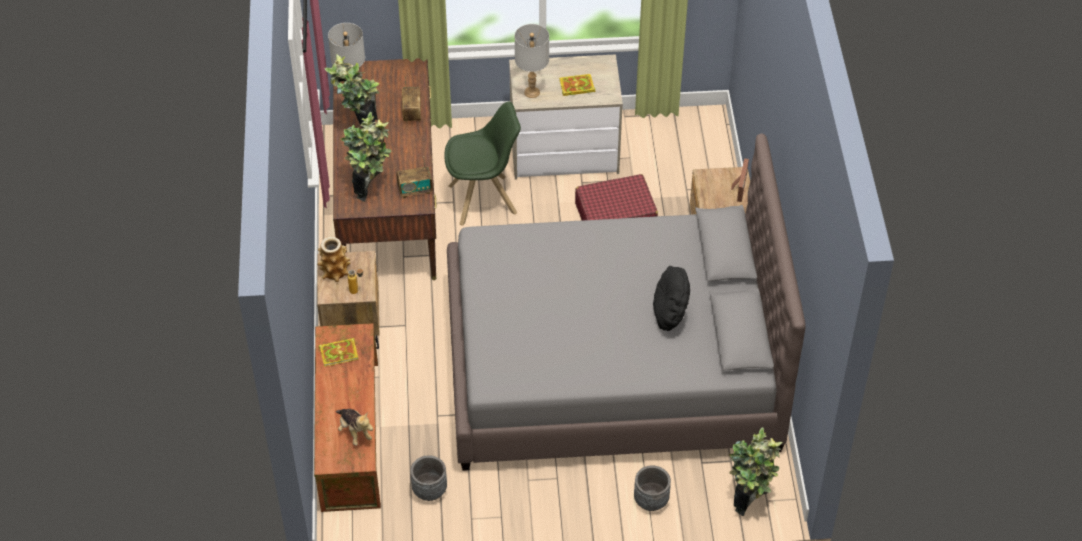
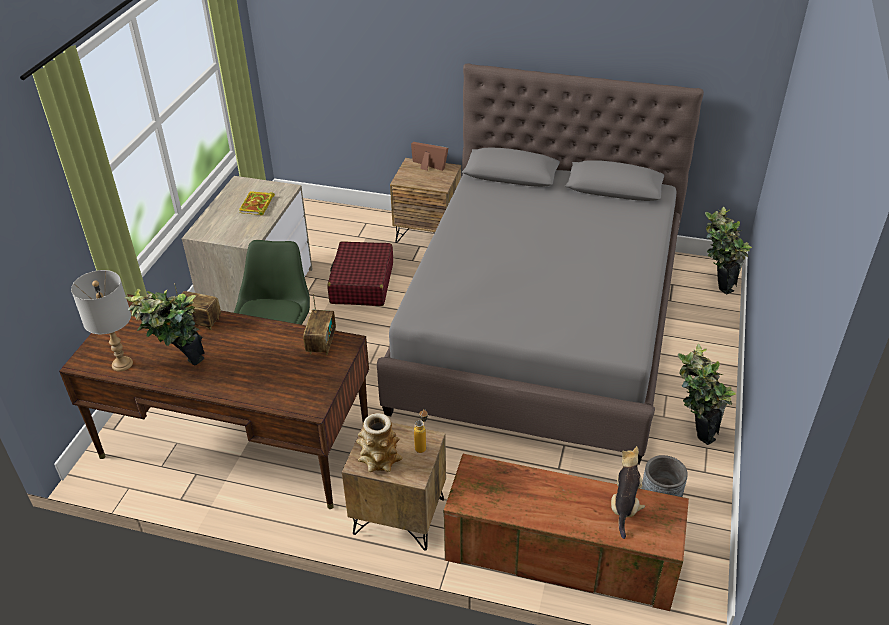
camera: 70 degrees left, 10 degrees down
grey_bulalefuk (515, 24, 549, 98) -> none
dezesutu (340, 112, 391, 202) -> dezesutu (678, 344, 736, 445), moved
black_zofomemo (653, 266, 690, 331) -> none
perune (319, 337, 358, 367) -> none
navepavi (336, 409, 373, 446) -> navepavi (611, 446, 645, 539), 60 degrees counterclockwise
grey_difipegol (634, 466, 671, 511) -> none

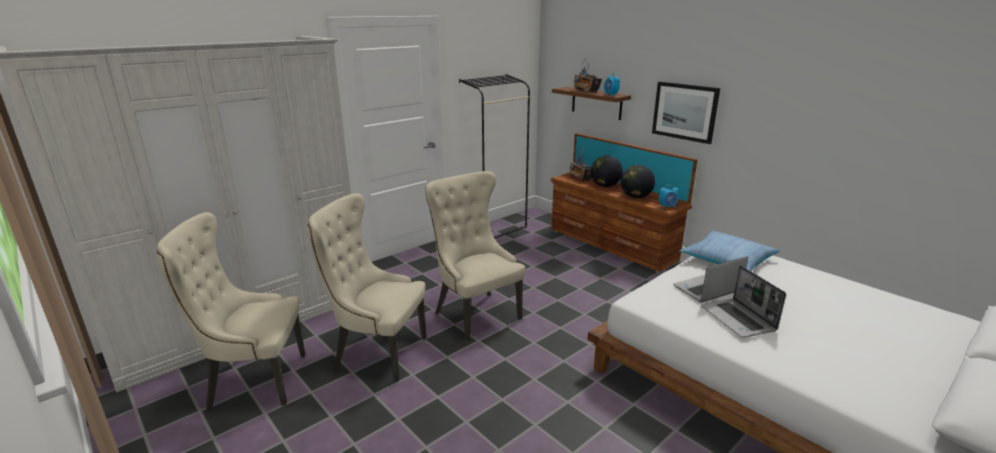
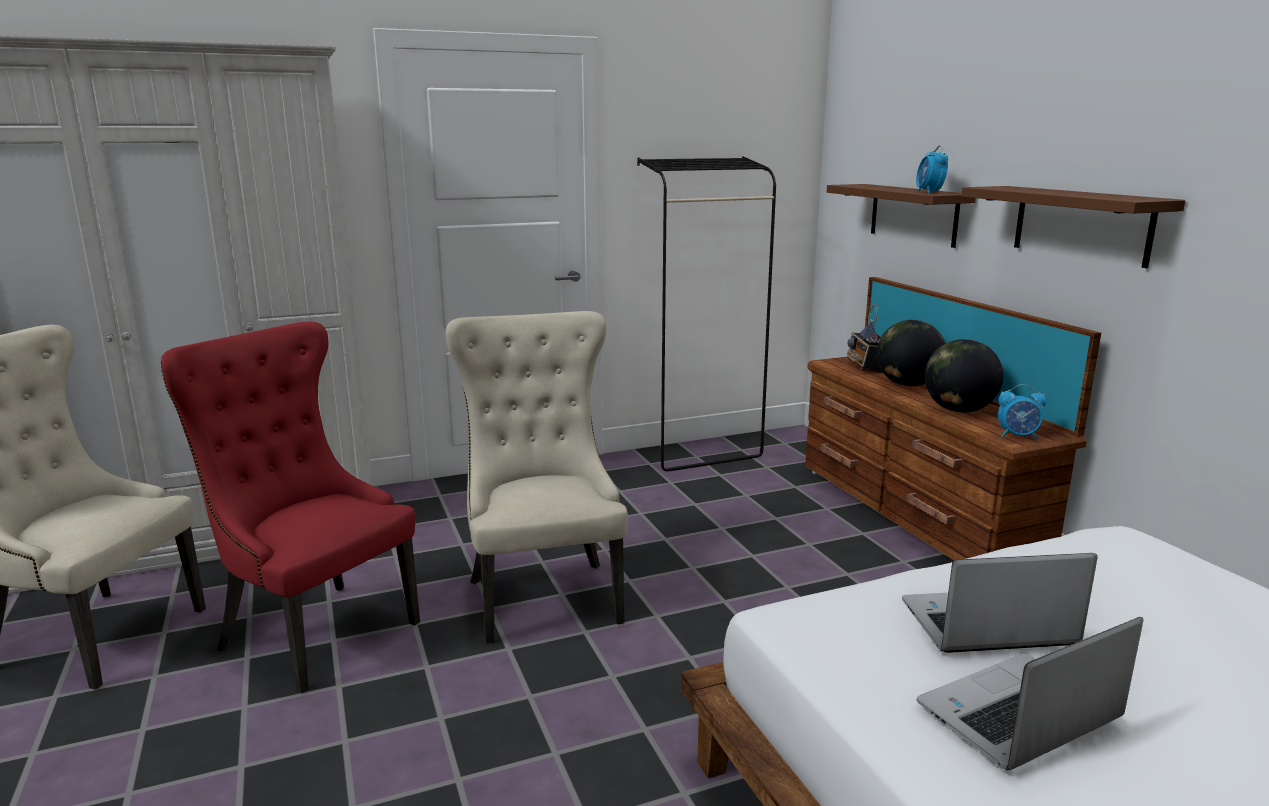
camera: 20 degrees right, 5 degrees down
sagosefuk (573, 58, 602, 92) -> none
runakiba (652, 82, 720, 144) -> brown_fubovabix (961, 186, 1185, 268)
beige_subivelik (307, 193, 426, 382) -> red_subivelik (161, 322, 420, 693)
zofomemo (679, 231, 780, 271) -> none
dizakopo (701, 266, 786, 338) -> dizakopo (917, 617, 1143, 770), 60 degrees clockwise

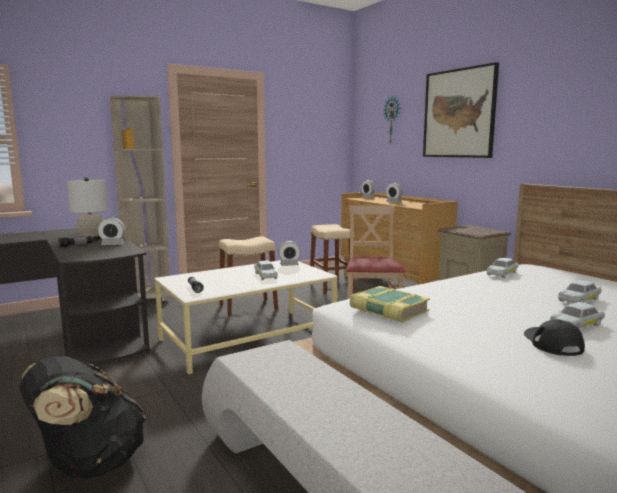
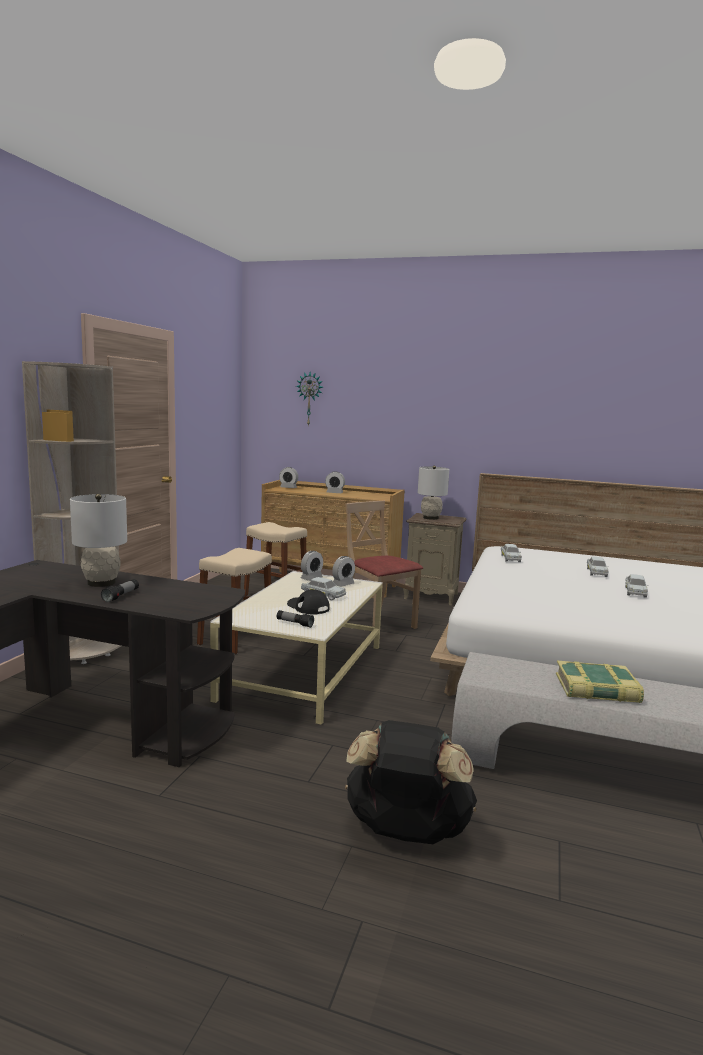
camera: 40 degrees left, 0 degrees up
runakiba (423, 62, 499, 158) -> none
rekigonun (98, 217, 125, 245) -> rekigonun (332, 556, 355, 587), moved
perune (350, 286, 430, 323) -> perune (556, 661, 644, 703), moved
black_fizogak (524, 320, 585, 356) -> black_fizogak (287, 589, 330, 614), moved
none -> white_bulalefuk (418, 466, 449, 520)

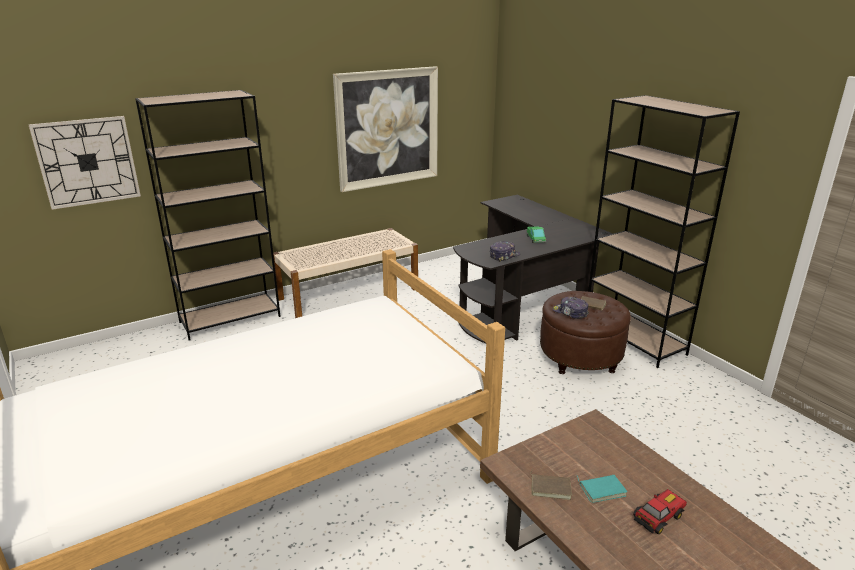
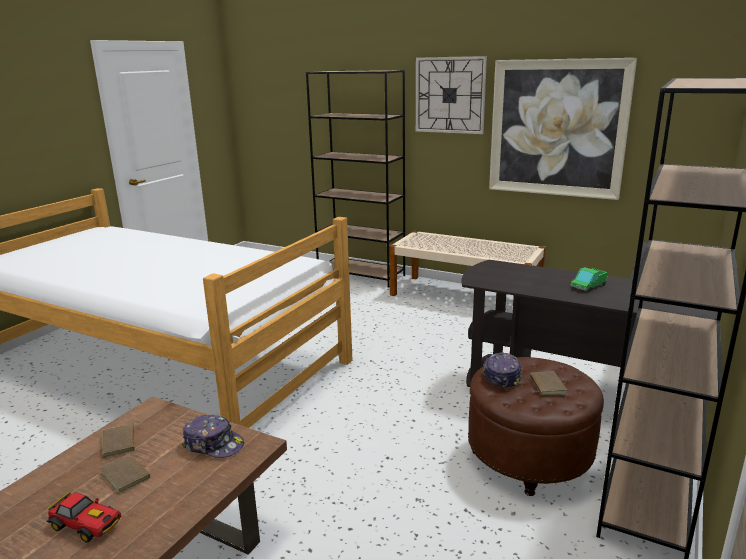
camera: 60 degrees right, 5 degrees down
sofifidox (29, 116, 141, 210) -> sofifidox (416, 56, 487, 134), moved
fizogak (490, 241, 520, 262) -> fizogak (182, 415, 244, 458), moved
turquoise_perune (576, 475, 627, 503) -> brown_perune (100, 450, 150, 493)

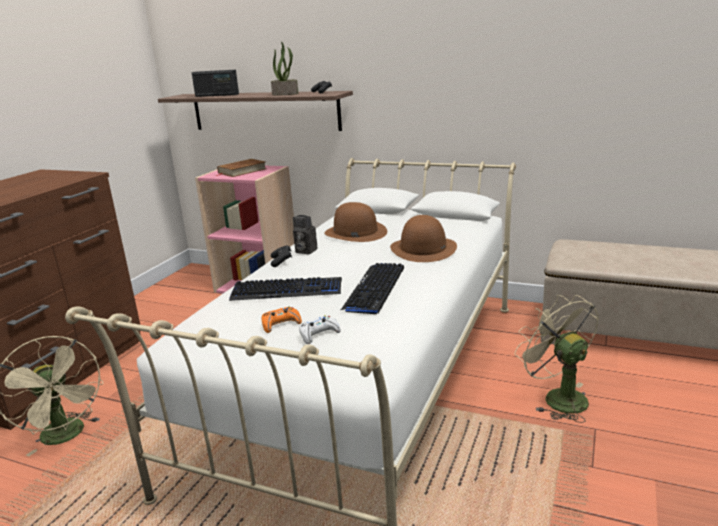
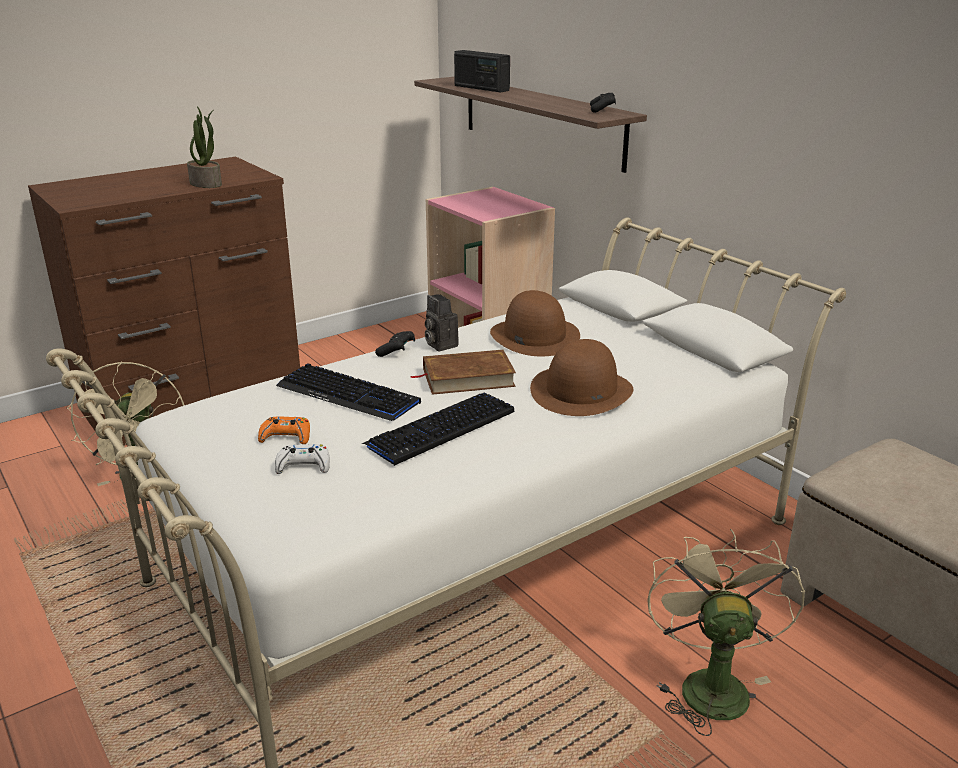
camera: 30 degrees right, 5 degrees up
dezesutu (271, 42, 298, 95) -> dezesutu (187, 106, 222, 188), moved
brown_perune (216, 159, 266, 177) -> brown_perune (411, 350, 516, 395), moved

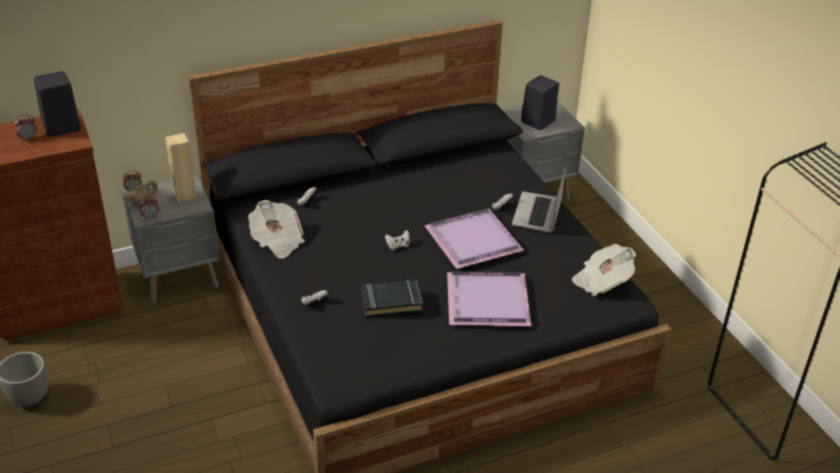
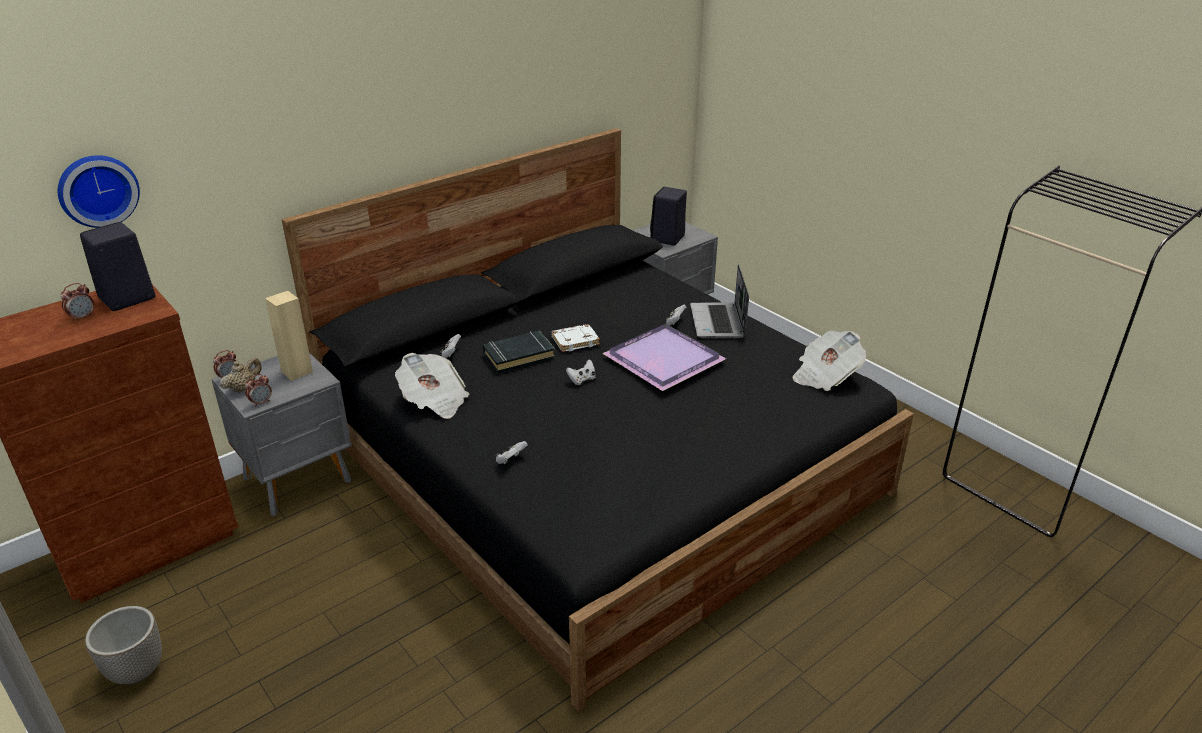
camera: 15 degrees left, 5 degrees down
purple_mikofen (447, 271, 531, 326) -> none
black_perune (360, 280, 423, 318) -> black_perune (483, 331, 555, 373), moved
none -> sofifidox (58, 155, 140, 228)
none -> white_perune (551, 324, 600, 352)

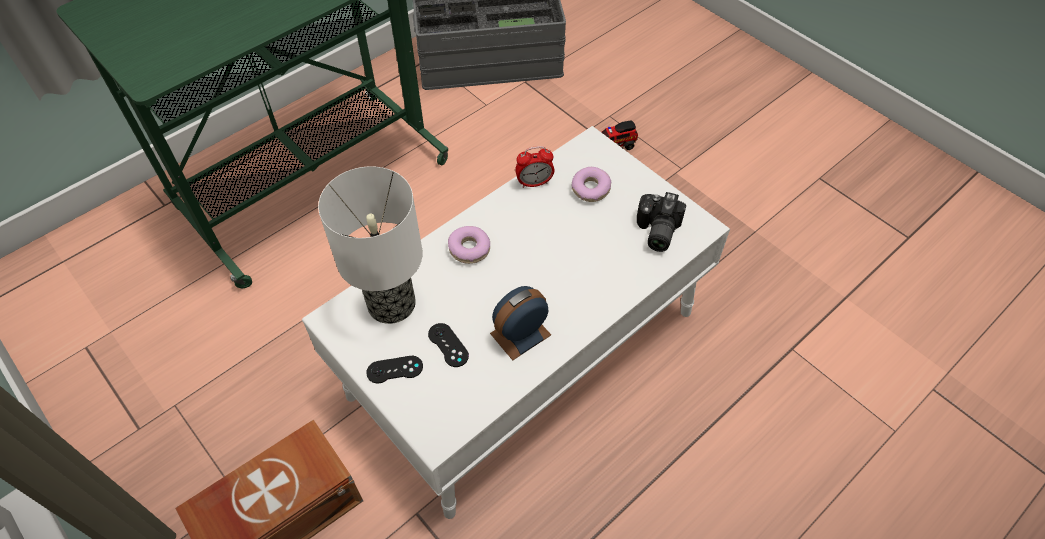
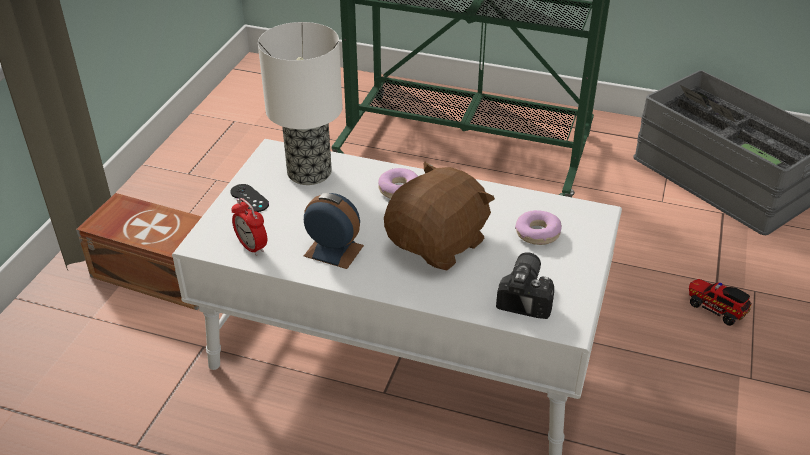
camera: 60 degrees right, 15 degrees down
rekigonun (515, 146, 554, 188) -> rekigonun (231, 198, 267, 256), moved
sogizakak (637, 192, 686, 252) -> sogizakak (496, 252, 554, 319), 120 degrees clockwise
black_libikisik (428, 323, 469, 367) -> none
none -> brown_navepavi (384, 162, 495, 270)

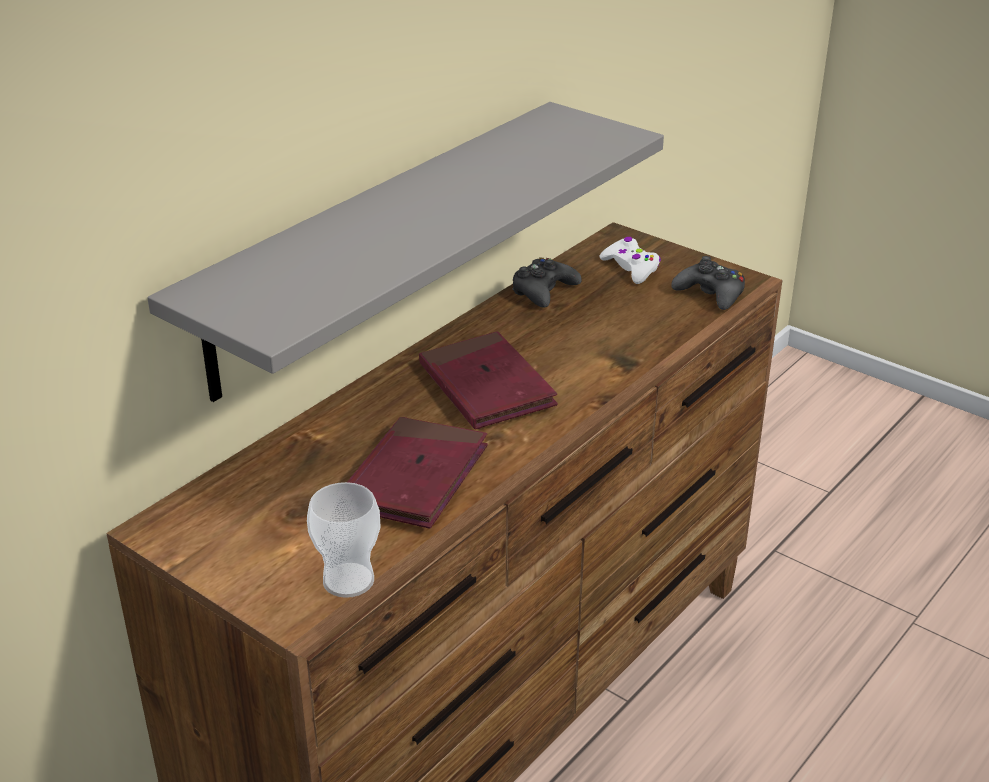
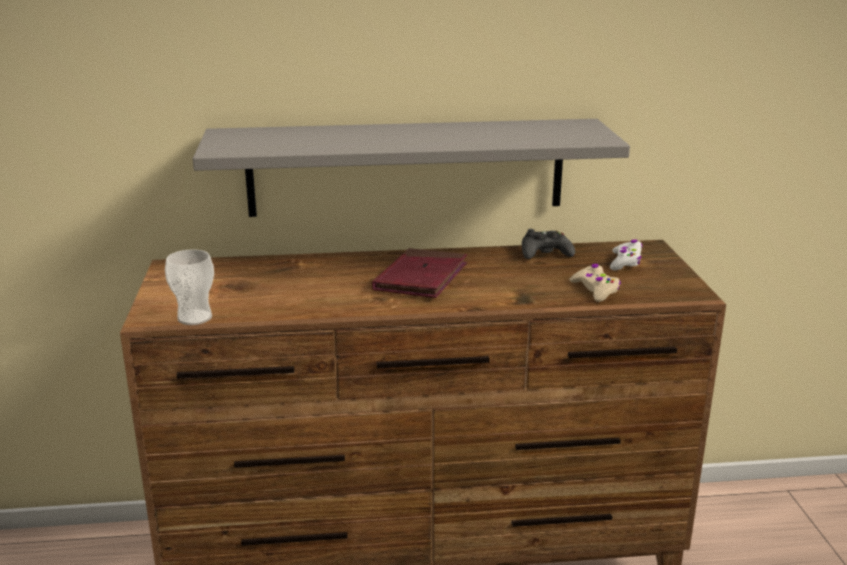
camera: 45 degrees right, 10 degrees down
black_libikisik (671, 256, 745, 310) -> none
red_perune (347, 417, 488, 529) -> none
none -> beige_libikisik (570, 264, 621, 302)

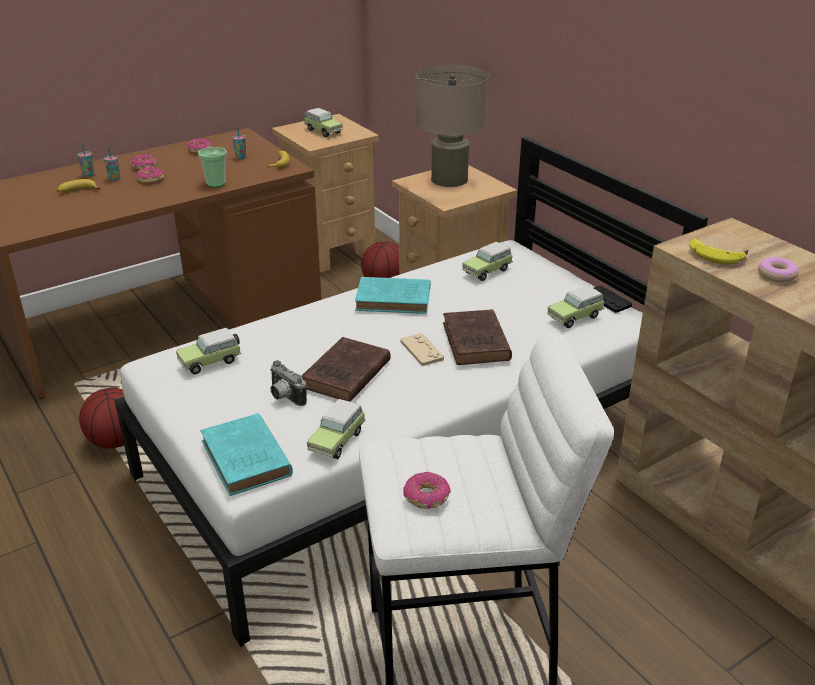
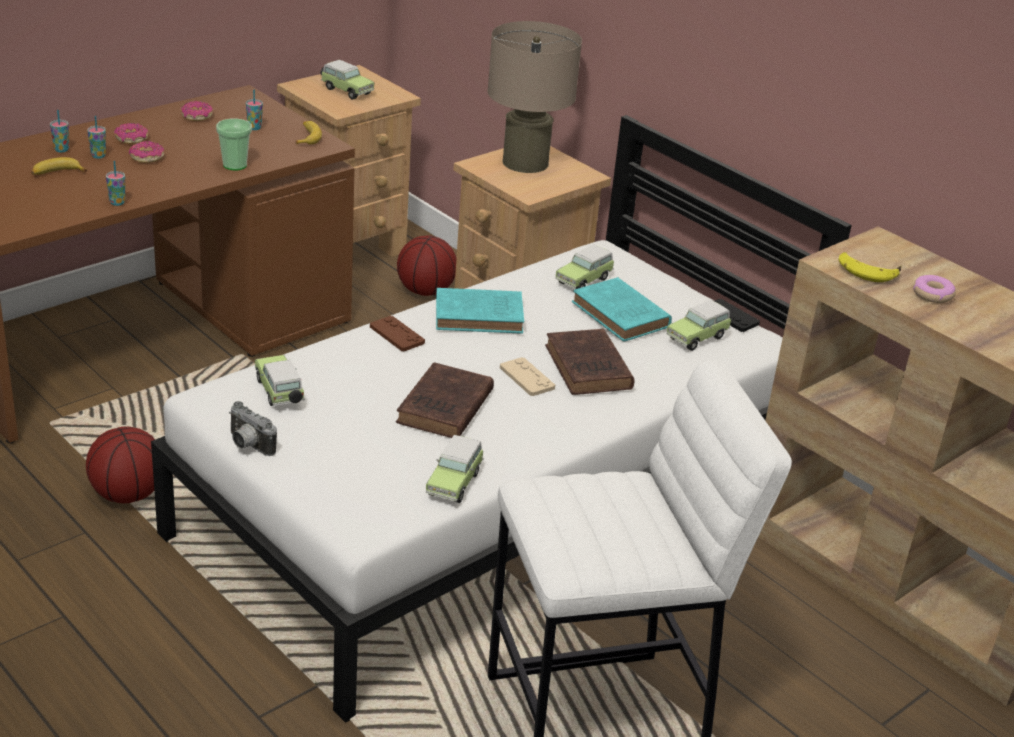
camera: 10 degrees left, 0 degrees up
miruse (176, 328, 241, 374) -> miruse (255, 355, 305, 406), 105 degrees clockwise
sogizakak (270, 360, 307, 406) -> sogizakak (229, 401, 277, 456), moved
turquoise_perune (200, 413, 293, 496) -> turquoise_perune (572, 277, 672, 342), moved
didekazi (403, 472, 451, 509) -> none
none -> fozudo (106, 161, 125, 206)
none -> brown_libikisik (370, 316, 425, 351)

